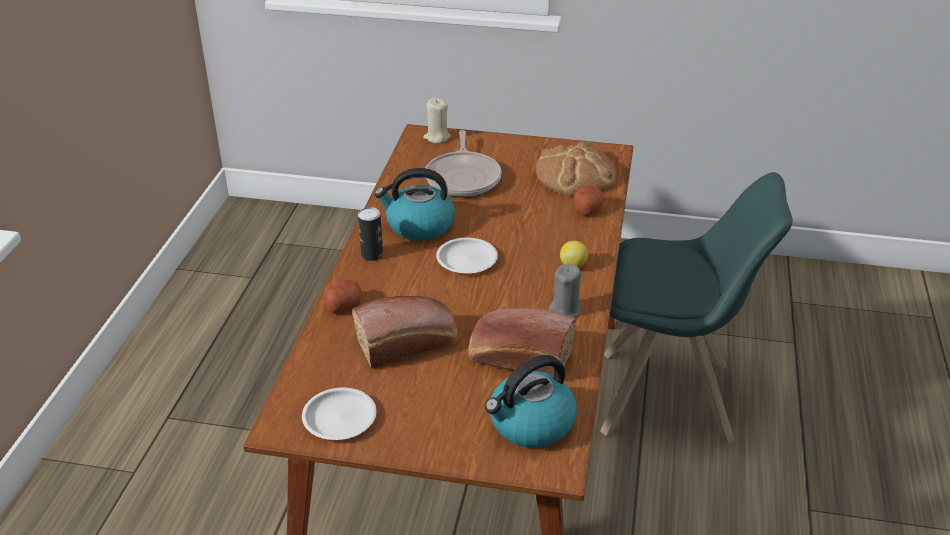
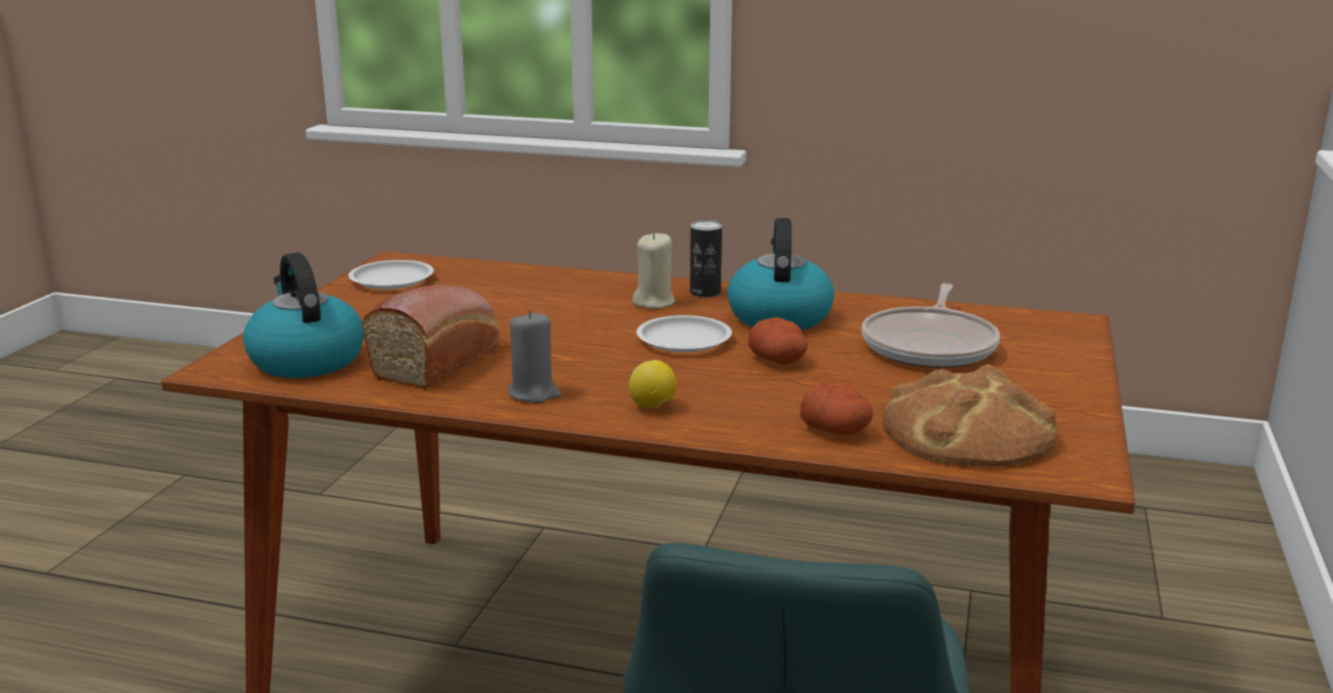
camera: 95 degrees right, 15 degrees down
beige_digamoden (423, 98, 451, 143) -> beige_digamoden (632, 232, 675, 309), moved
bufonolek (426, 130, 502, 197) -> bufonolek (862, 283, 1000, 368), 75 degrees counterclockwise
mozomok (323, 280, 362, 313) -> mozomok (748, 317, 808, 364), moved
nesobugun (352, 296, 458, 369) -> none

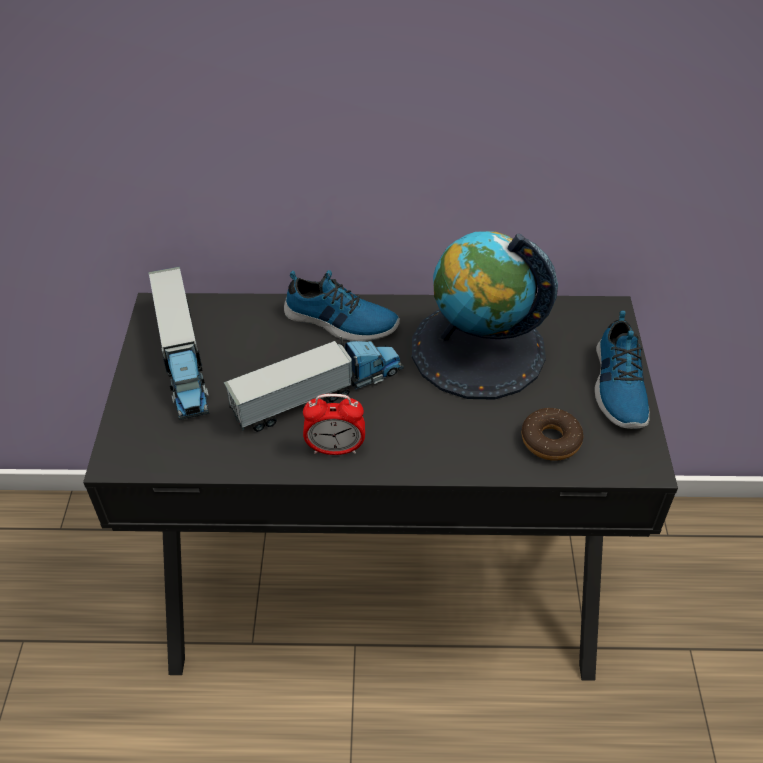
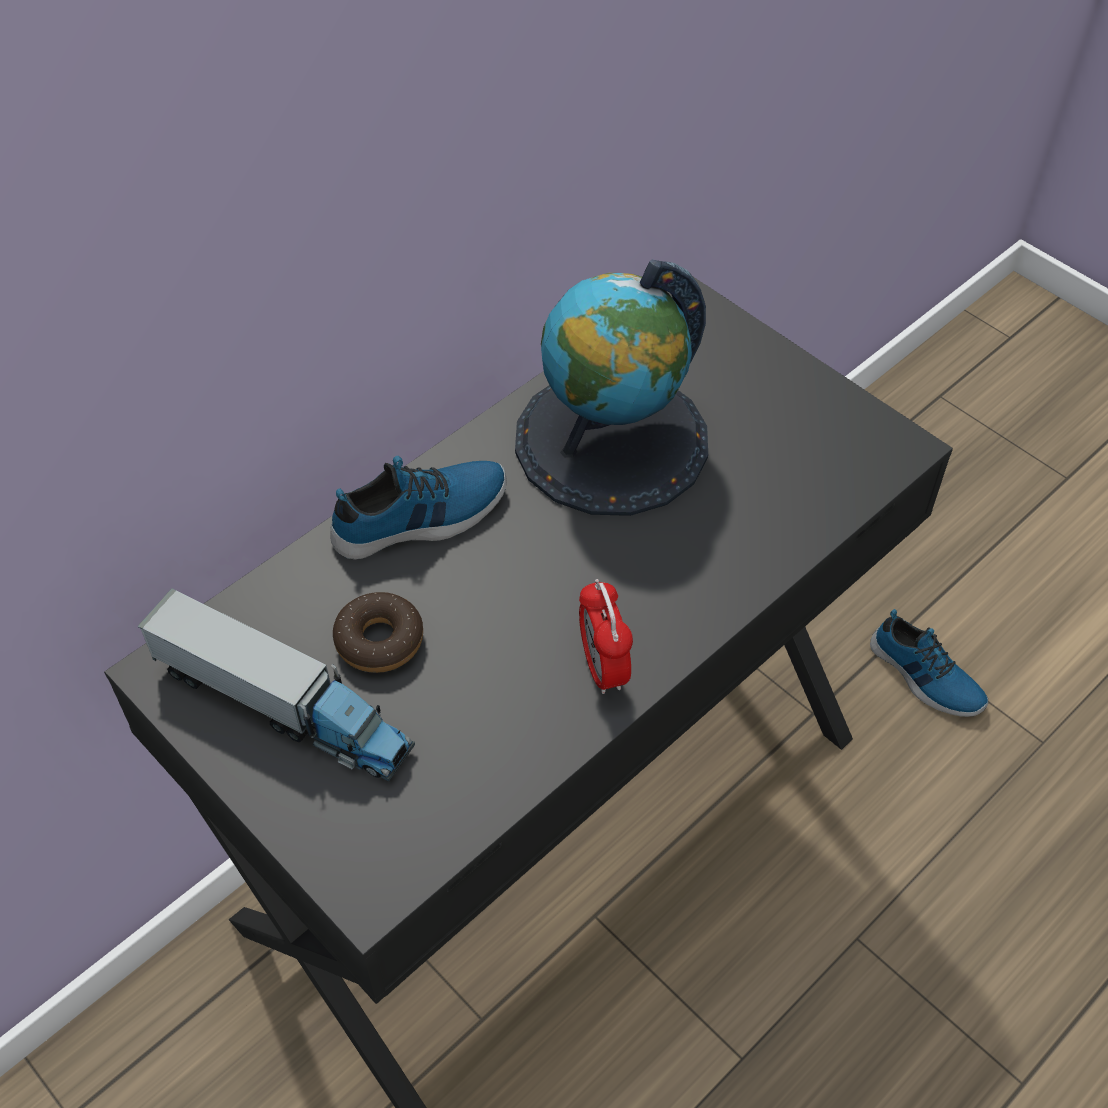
camera: 45 degrees left, 5 degrees up
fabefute (595, 311, 650, 429) -> fabefute (870, 609, 989, 717), moved
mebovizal (223, 336, 404, 432) -> none
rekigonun (303, 394, 365, 455) -> rekigonun (579, 579, 633, 694), 120 degrees clockwise
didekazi (521, 408, 584, 461) -> didekazi (333, 592, 423, 673), moved

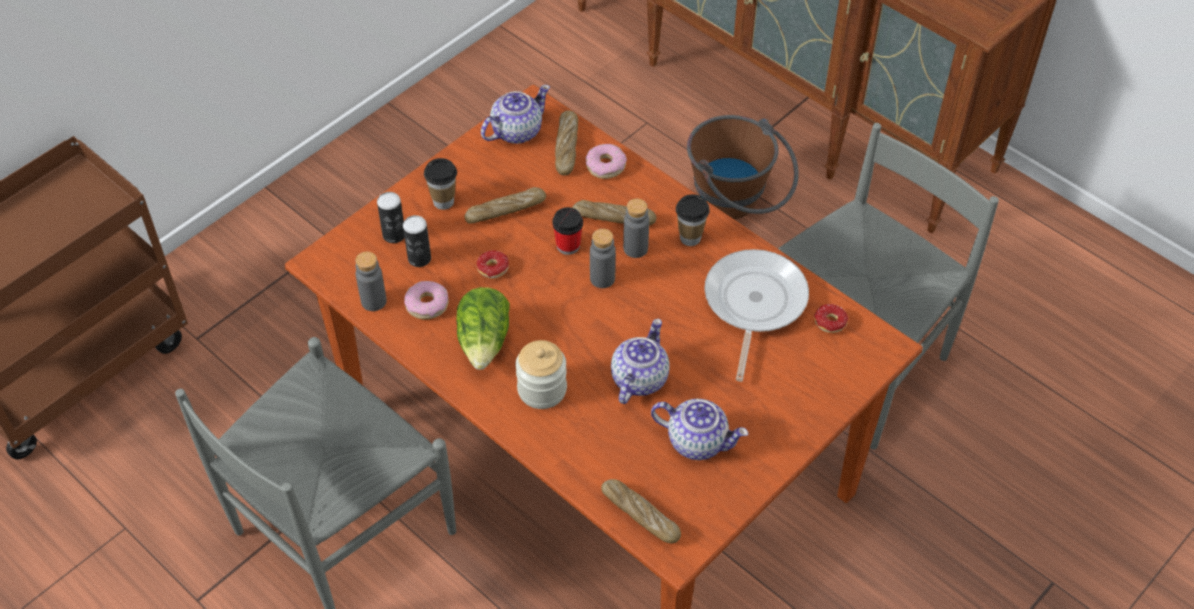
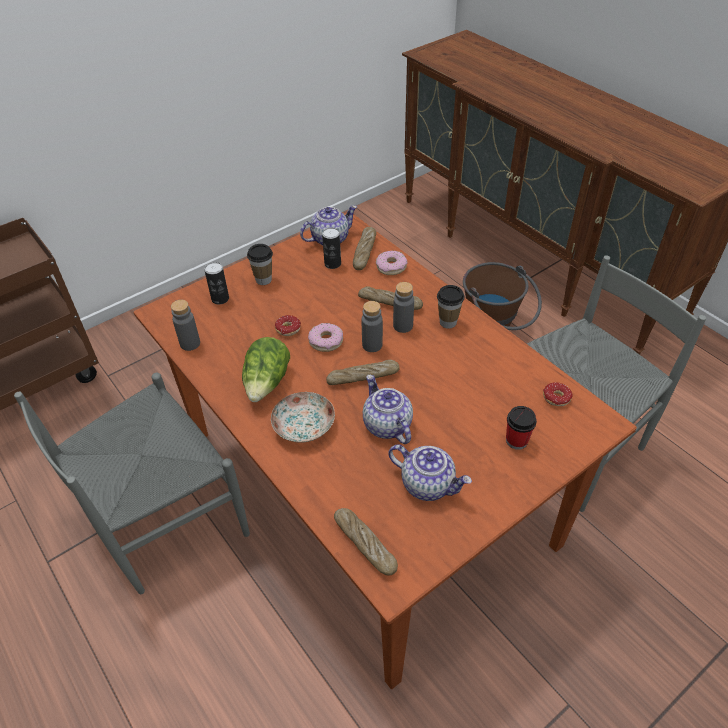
camera: 10 degrees right, 5 degrees down
nesobugun (464, 187, 546, 224) -> nesobugun (326, 360, 400, 385), moved
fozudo (552, 207, 583, 255) -> fozudo (506, 406, 537, 450), moved
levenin (403, 215, 431, 267) -> levenin (322, 227, 341, 269), moved
bufonolek (704, 249, 809, 382) -> none
didekazi (404, 281, 449, 320) -> didekazi (308, 323, 343, 352), moved
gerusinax (611, 319, 670, 404) -> gerusinax (363, 375, 413, 444), 60 degrees counterclockwise
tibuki (516, 340, 567, 409) -> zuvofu (271, 392, 335, 443)

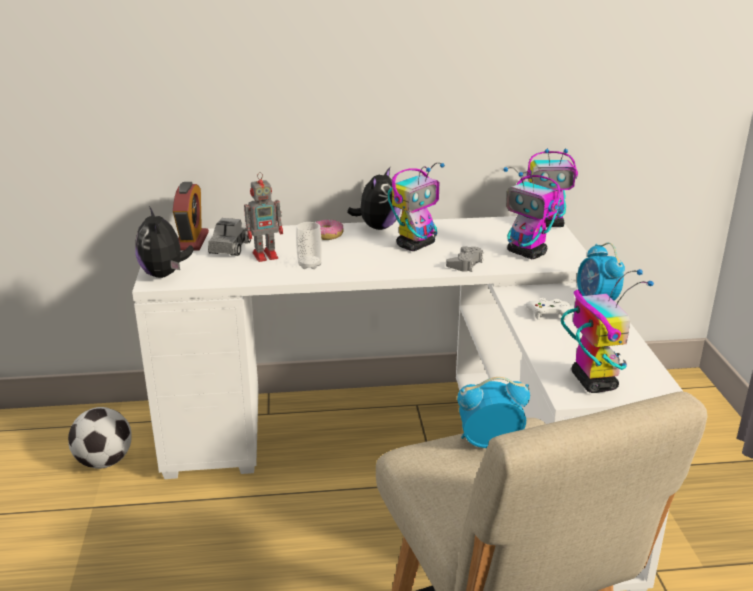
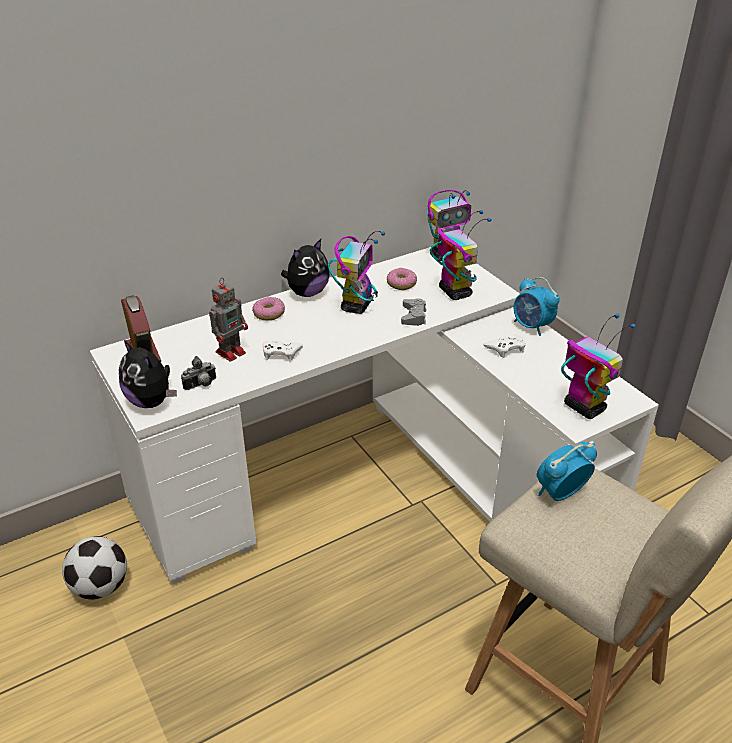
camera: 25 degrees left, 10 degrees up
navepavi (347, 167, 401, 230) -> navepavi (281, 239, 330, 297), 45 degrees clockwise
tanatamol (503, 167, 561, 259) -> tanatamol (430, 210, 492, 300), 135 degrees counterclockwise
mebovizal (208, 218, 251, 256) -> none
fozudo (296, 222, 322, 269) -> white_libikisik (263, 339, 303, 362)
none -> didekazi (387, 268, 417, 290)
none -> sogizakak (181, 356, 216, 390)

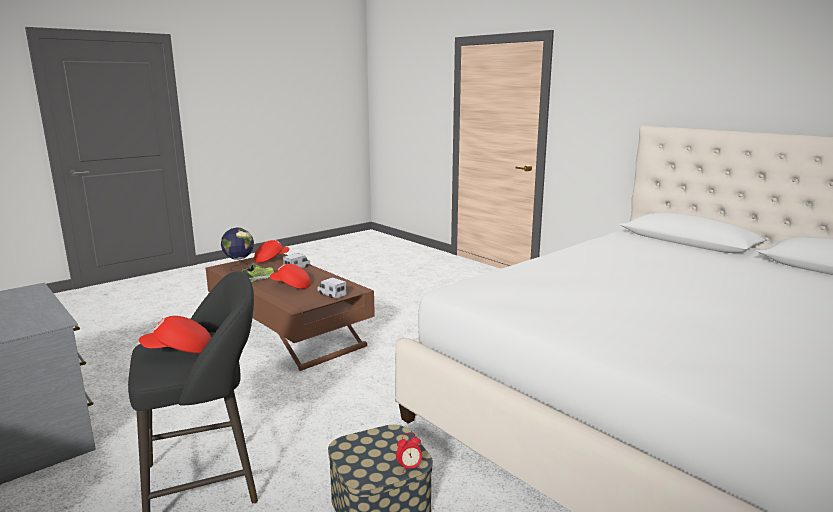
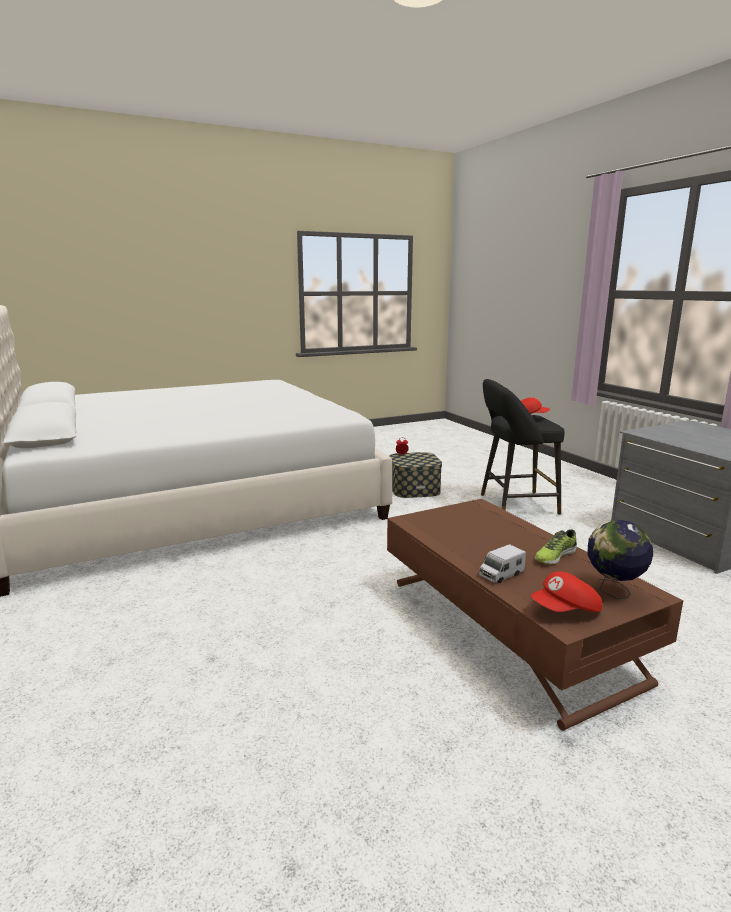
camera: 165 degrees left, 0 degrees up
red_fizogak (270, 264, 311, 289) -> none
mebovizal (317, 277, 347, 299) -> none

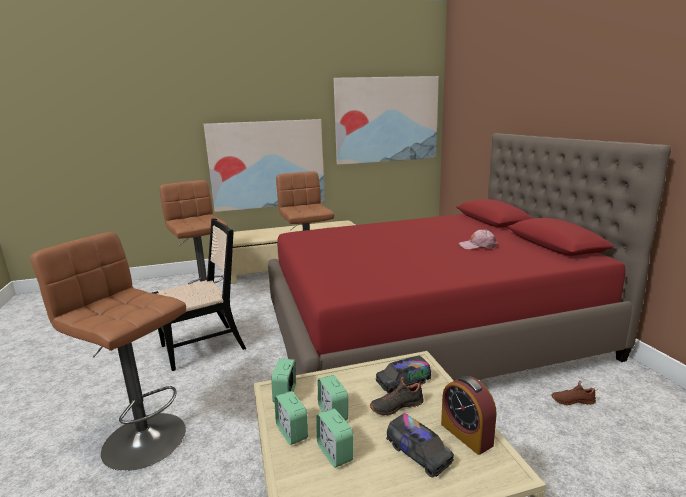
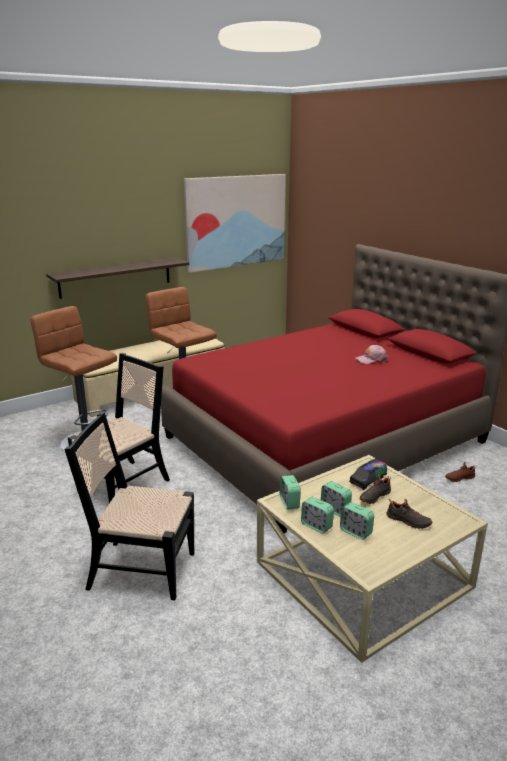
camera: 20 degrees left, 5 degrees up
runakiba (204, 119, 325, 212) -> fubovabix (46, 258, 189, 299)
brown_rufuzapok (30, 232, 186, 471) -> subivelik (64, 412, 194, 600)
rekigonun (441, 376, 496, 455) -> none
mebovizal (386, 413, 454, 478) -> black_fabefute (387, 499, 432, 529)

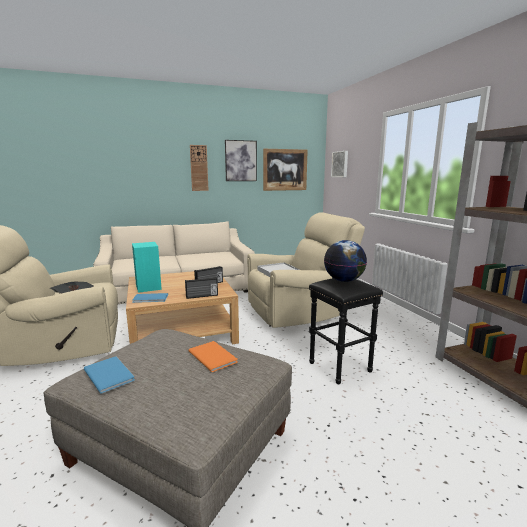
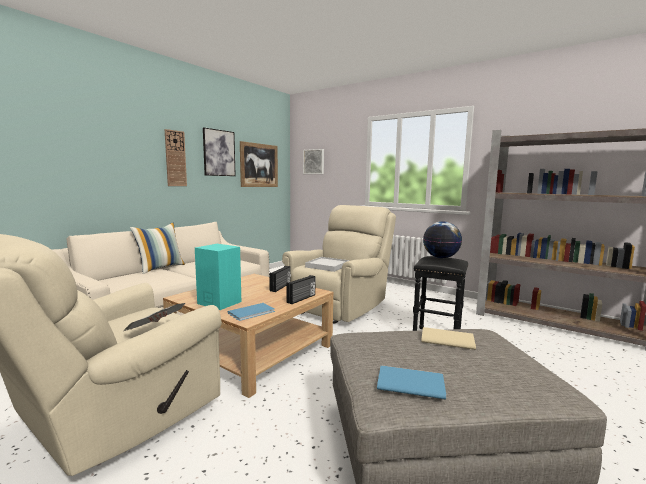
camera: 35 degrees left, 5 degrees down
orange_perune (188, 341, 238, 372) -> beige_perune (421, 327, 476, 350)
none -> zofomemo (130, 223, 185, 274)

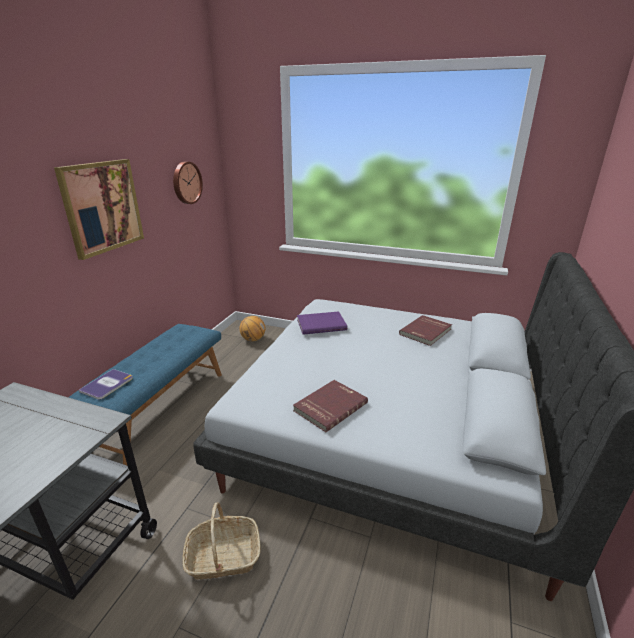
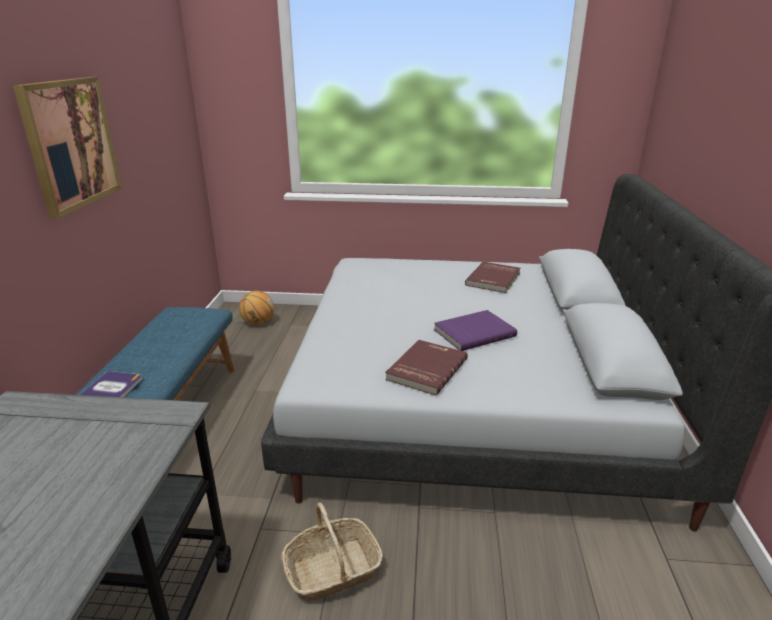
camera: 15 degrees left, 0 degrees up
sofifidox (173, 162, 203, 204) -> none
purple_perune (297, 311, 347, 335) -> purple_perune (434, 310, 517, 351), moved

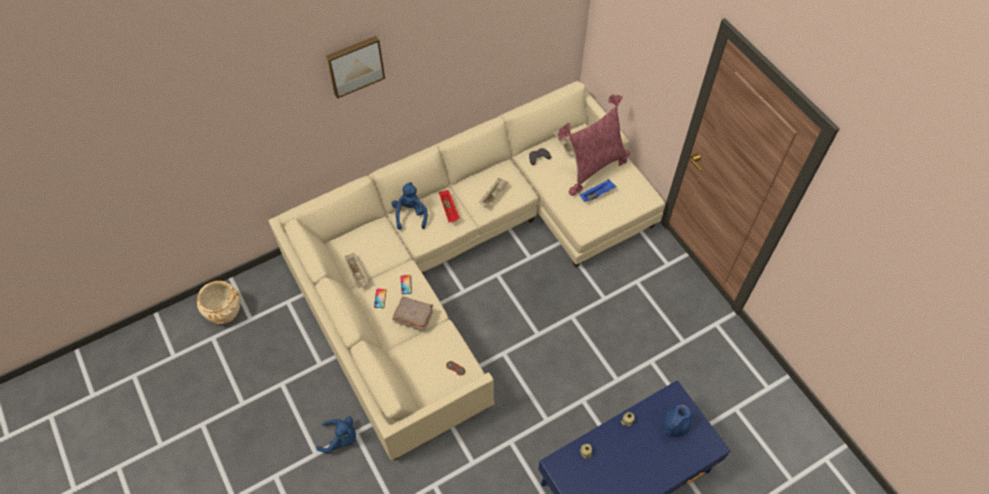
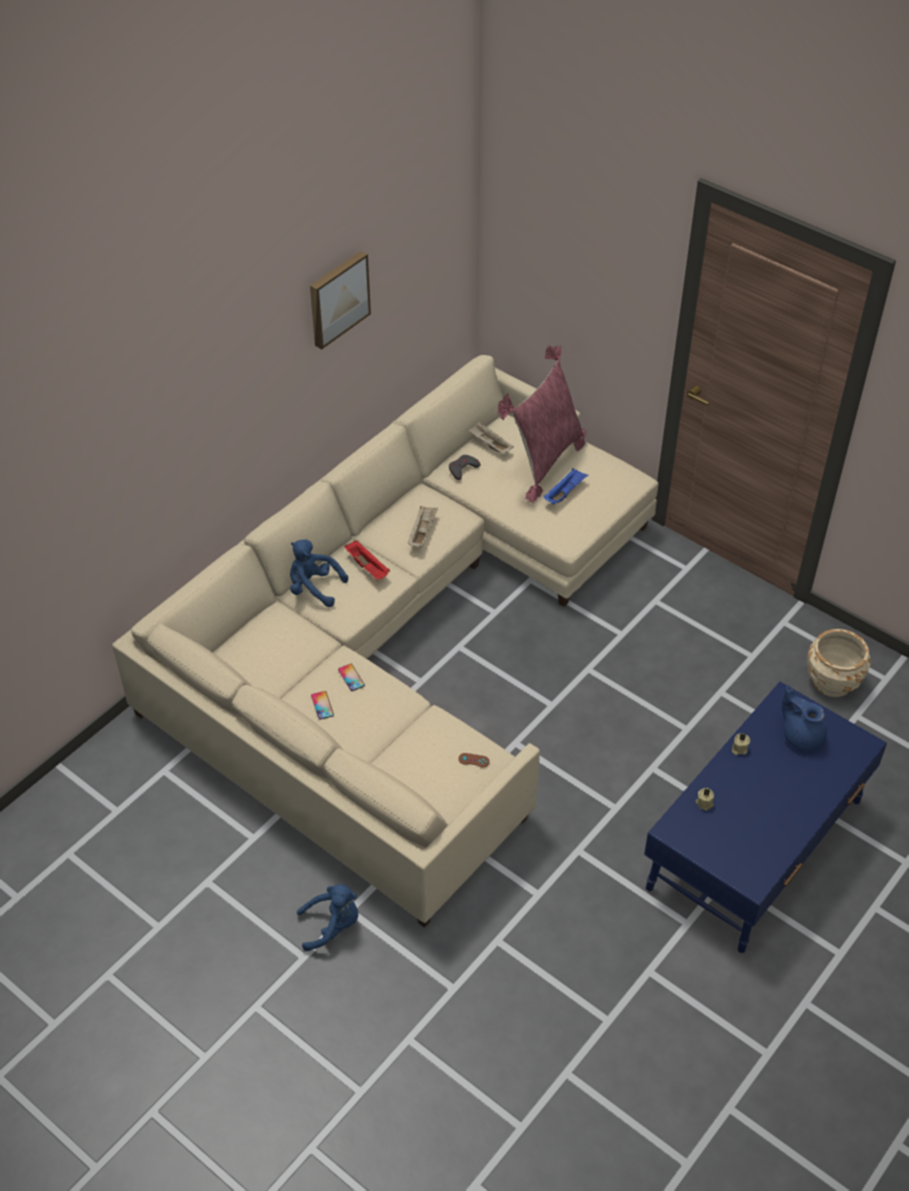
camera: 20 degrees left, 10 degrees down
runakiba (326, 36, 385, 99) -> runakiba (310, 251, 371, 349), moved
blue_navepavi (391, 182, 428, 230) -> blue_navepavi (290, 539, 348, 607), 45 degrees counterclockwise
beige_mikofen (345, 253, 369, 288) -> none
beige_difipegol (197, 281, 241, 324) -> beige_difipegol (807, 629, 870, 697), moved
brown_perune (392, 296, 433, 331) -> none
blue_gerusinax (661, 404, 691, 437) -> blue_gerusinax (782, 685, 827, 751), 120 degrees clockwise

